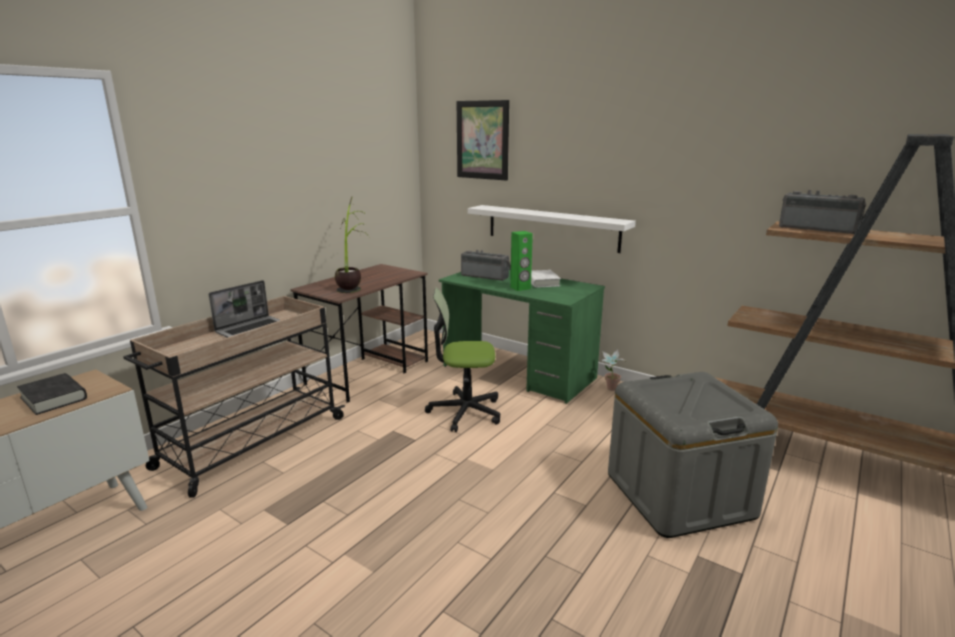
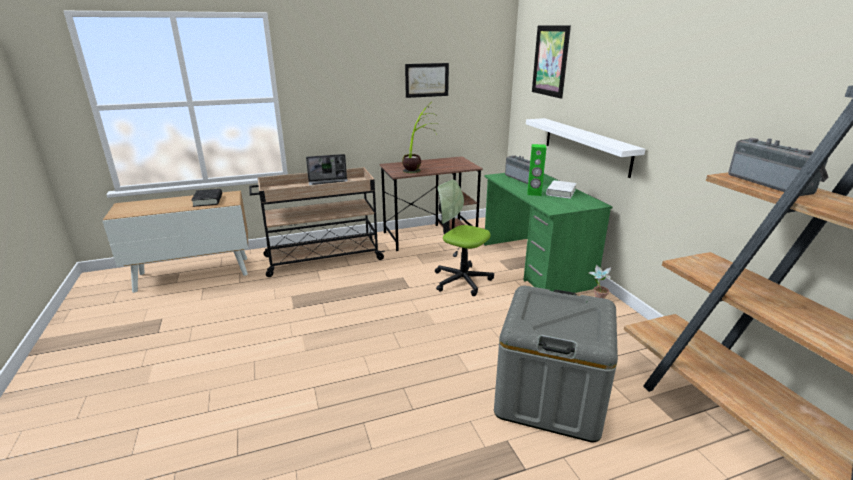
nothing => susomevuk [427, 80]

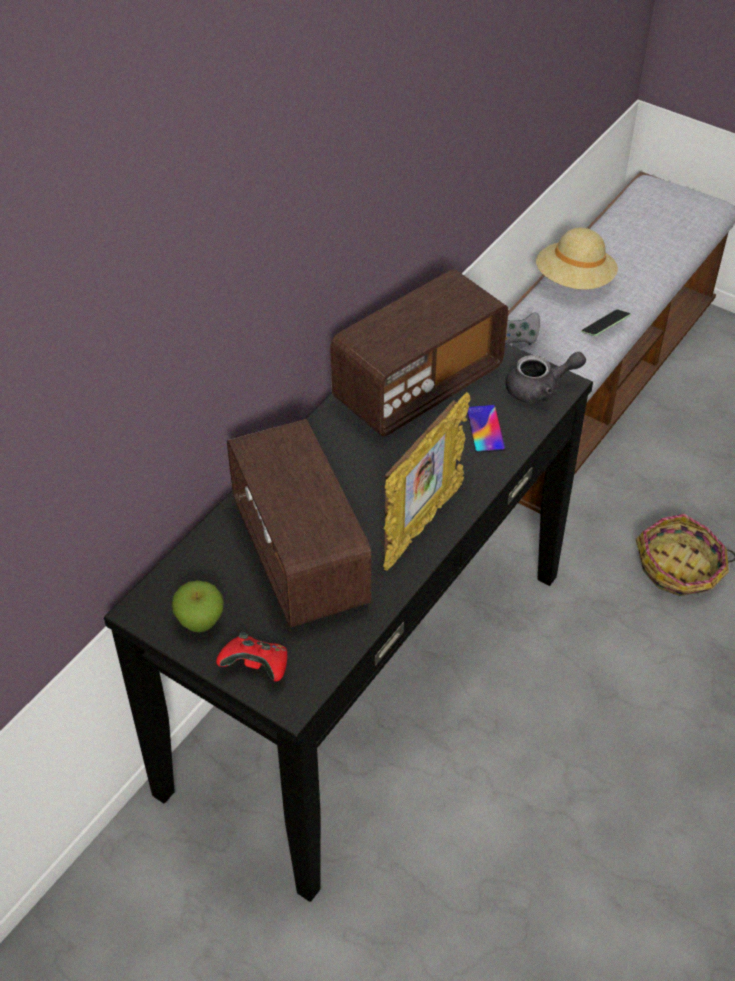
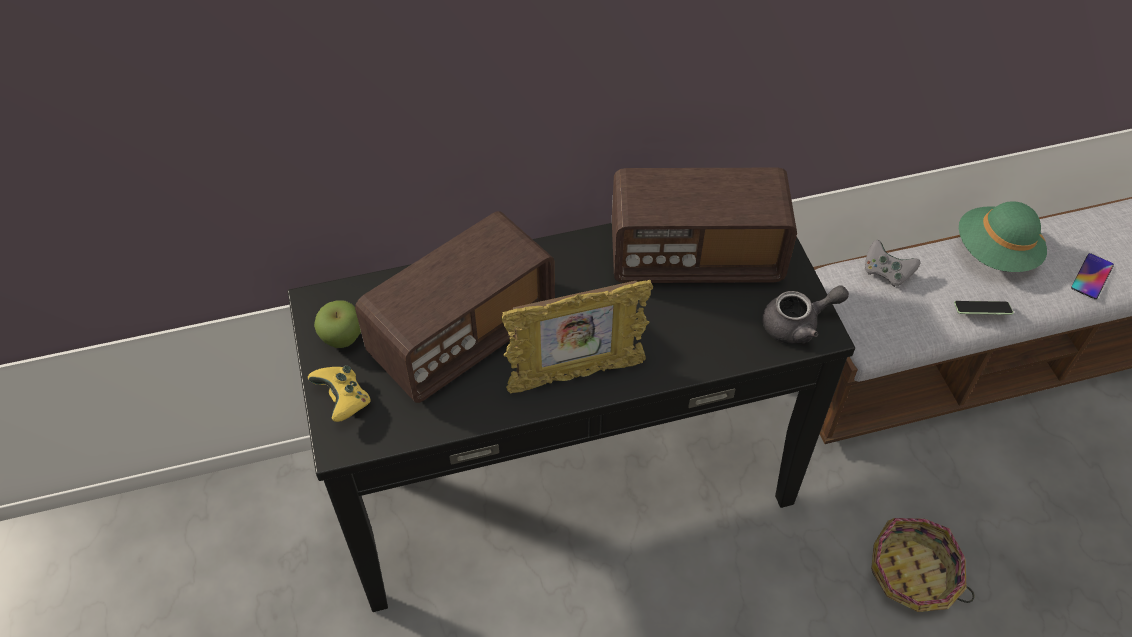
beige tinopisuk [574, 281] => green tinopisuk [995, 253]
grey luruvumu [539, 389] => grey luruvumu [798, 324], 45 degrees counterclockwise
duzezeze [485, 429] => duzezeze [1092, 276], moved
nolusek [300, 554] => nolusek [462, 336], 150 degrees counterclockwise
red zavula [257, 667] => yellow zavula [344, 401]

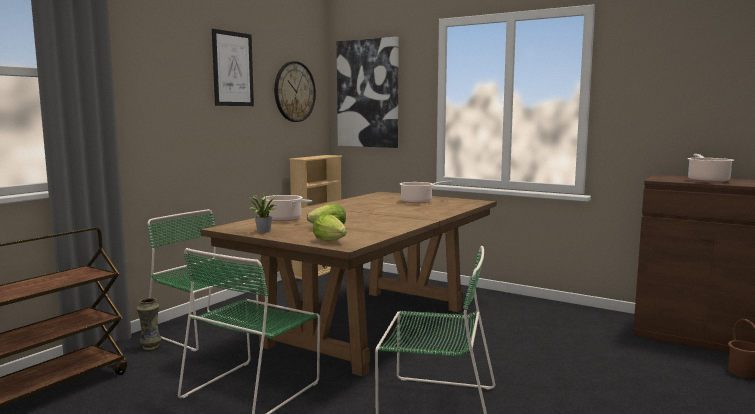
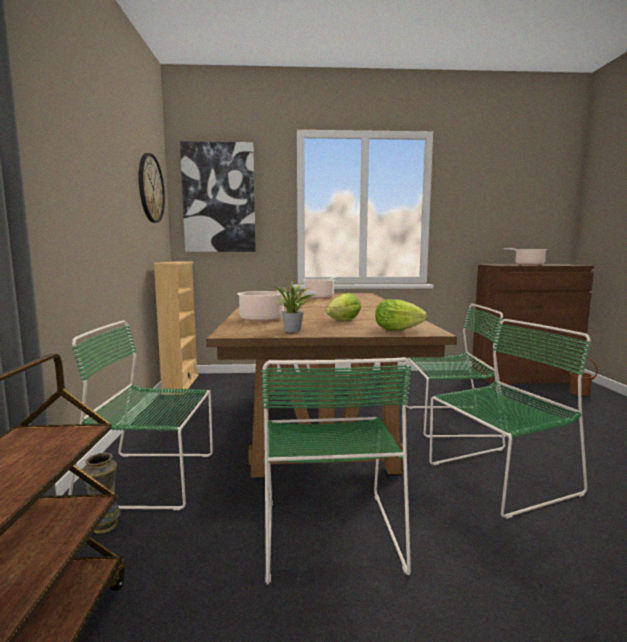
susomevuk [233, 69] => nothing
nothing => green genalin [448, 421]

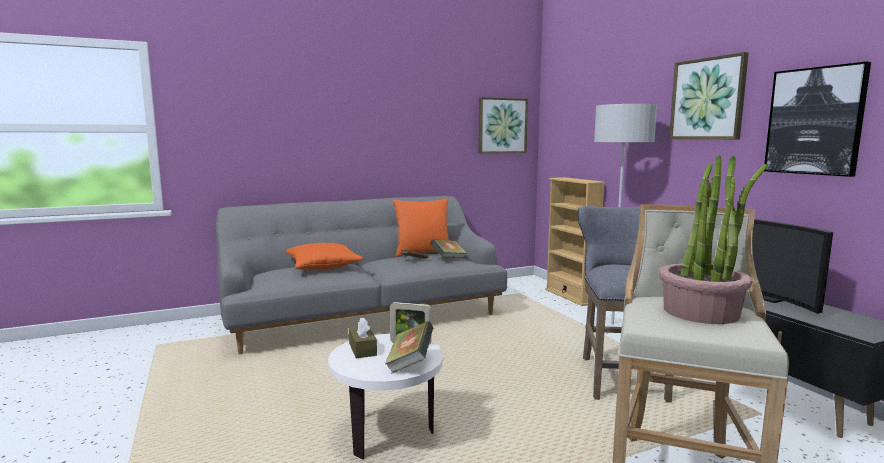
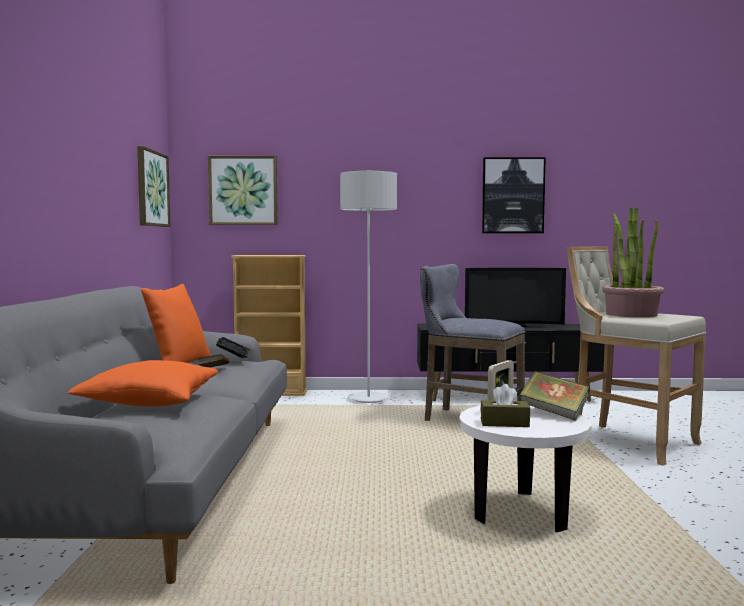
susomevuk [707, 99] => susomevuk [243, 190], moved

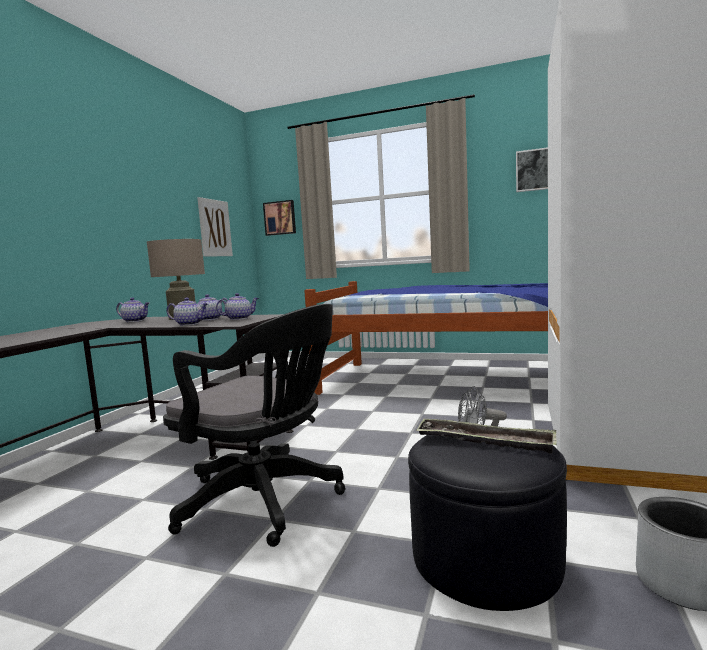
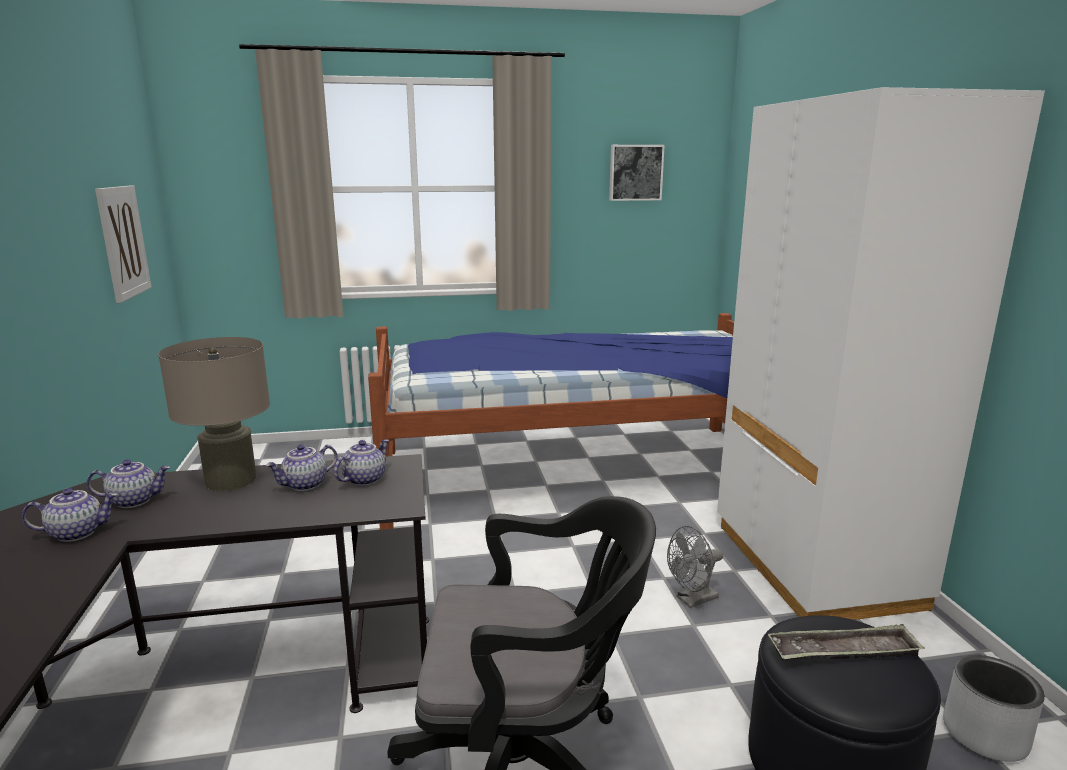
susomevuk [280, 218] => nothing
luruvumu [190, 324] => luruvumu [77, 532], moved

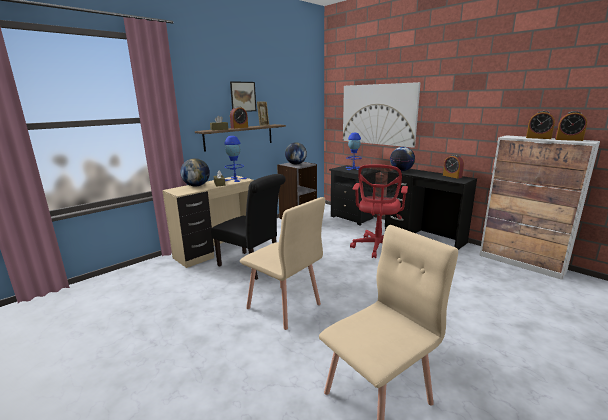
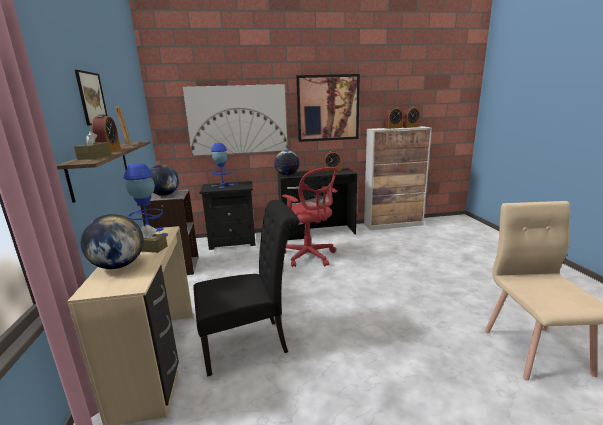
beige genalin [284, 306] => nothing
nothing => susomevuk [328, 108]

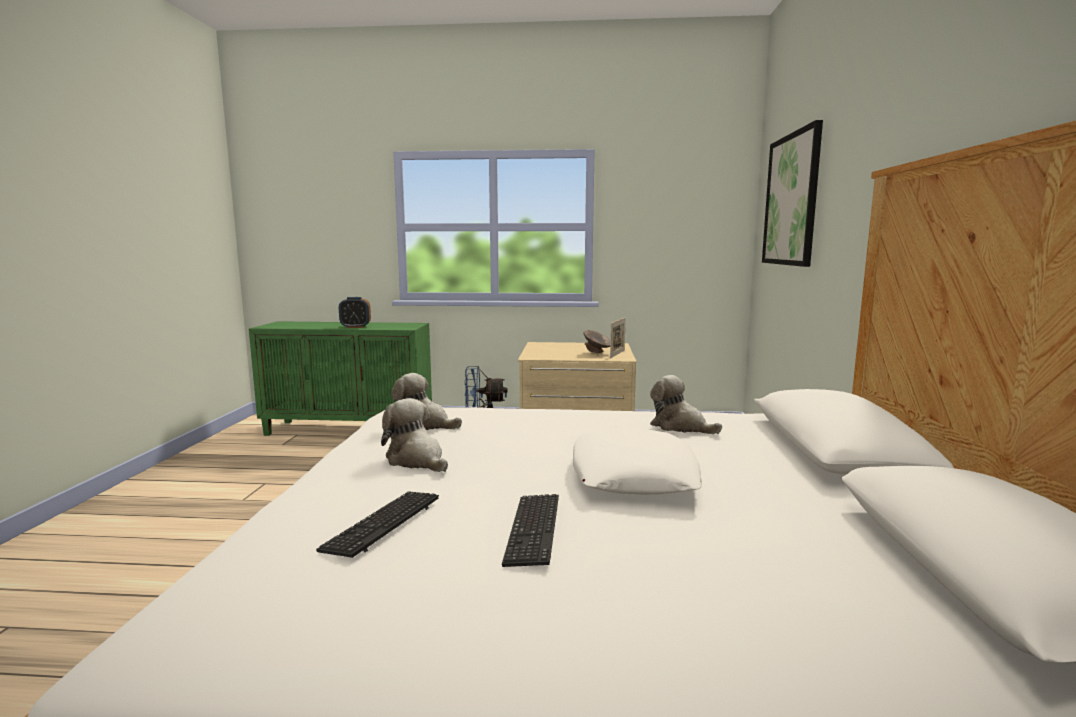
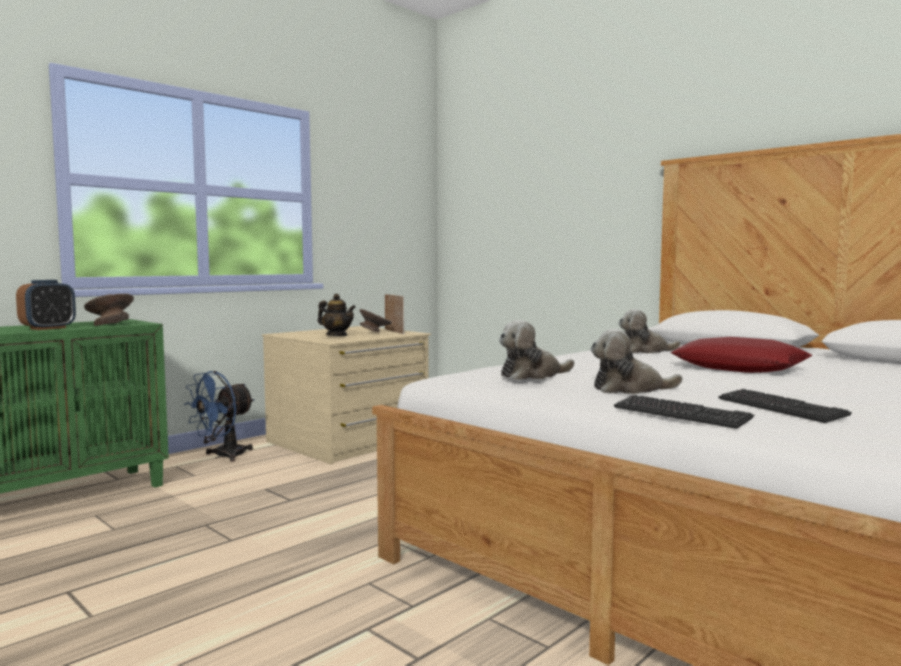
susomevuk [791, 200] => nothing
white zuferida [633, 475] => red zuferida [739, 367]
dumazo [533, 530] => dumazo [680, 414], moved
nothing => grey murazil [110, 325]
nothing => luruvumu [337, 336]

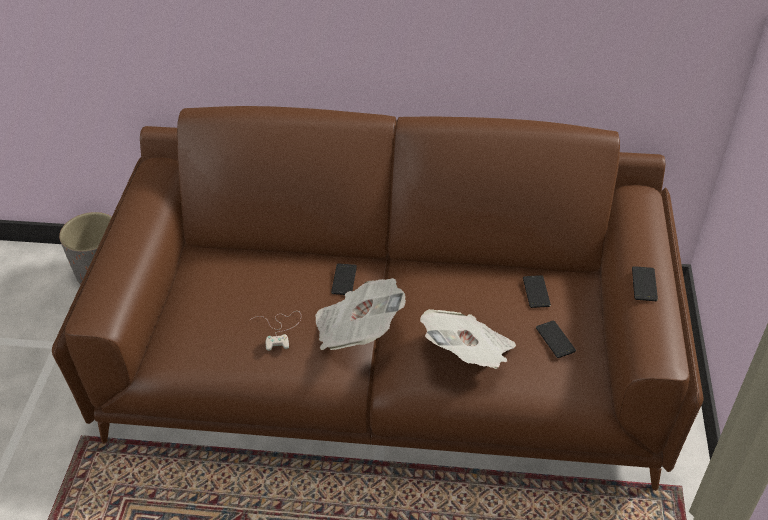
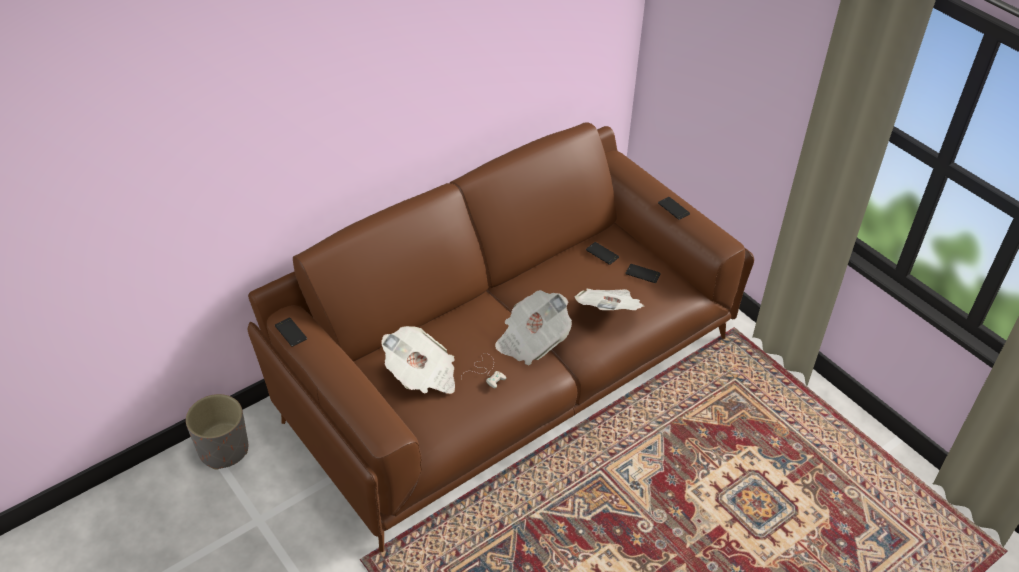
duzezeze [344, 279] => duzezeze [291, 332], moved
nothing => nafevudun [422, 375]

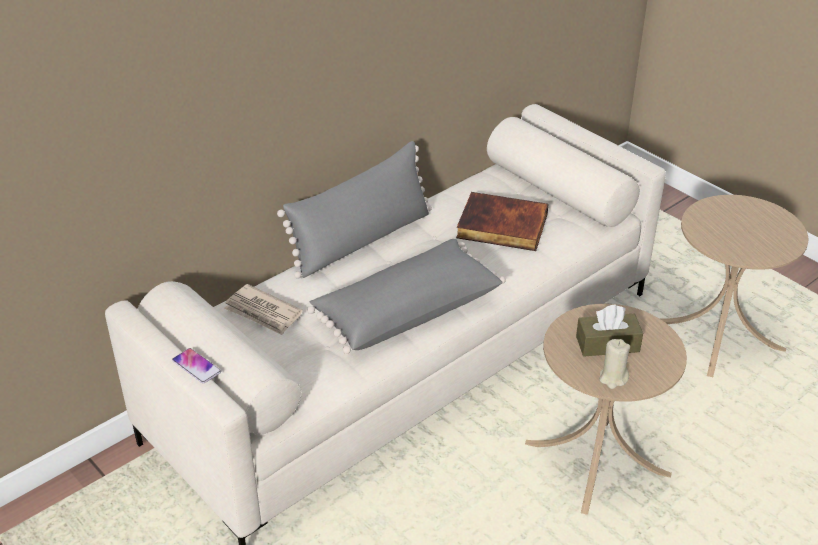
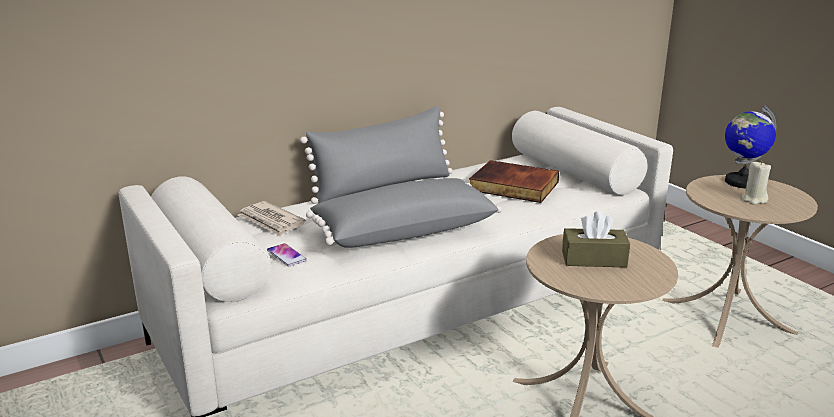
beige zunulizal [613, 378] => beige zunulizal [754, 200], moved
duzezeze [196, 366] => duzezeze [286, 255], moved
nothing => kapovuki [741, 182]

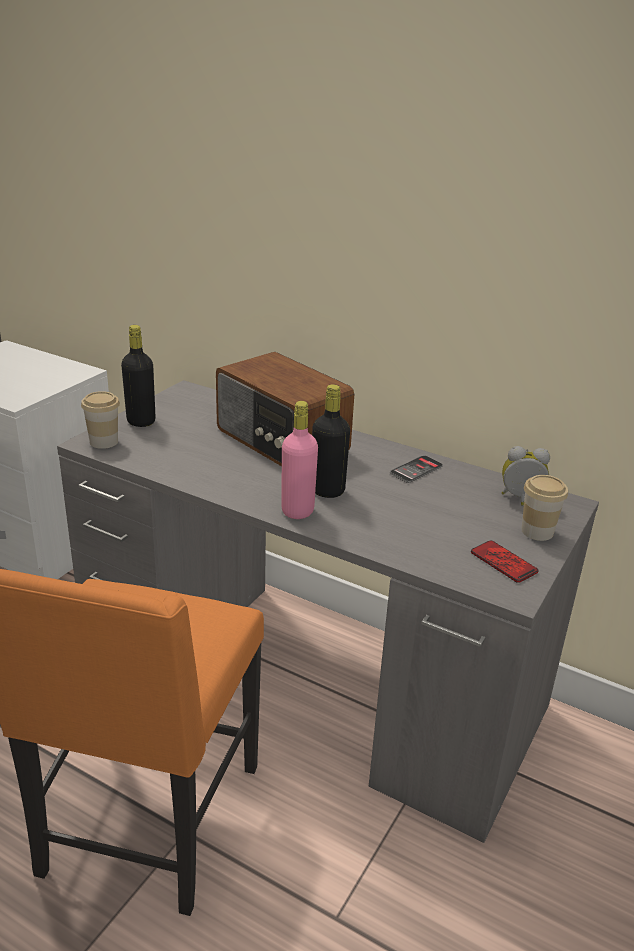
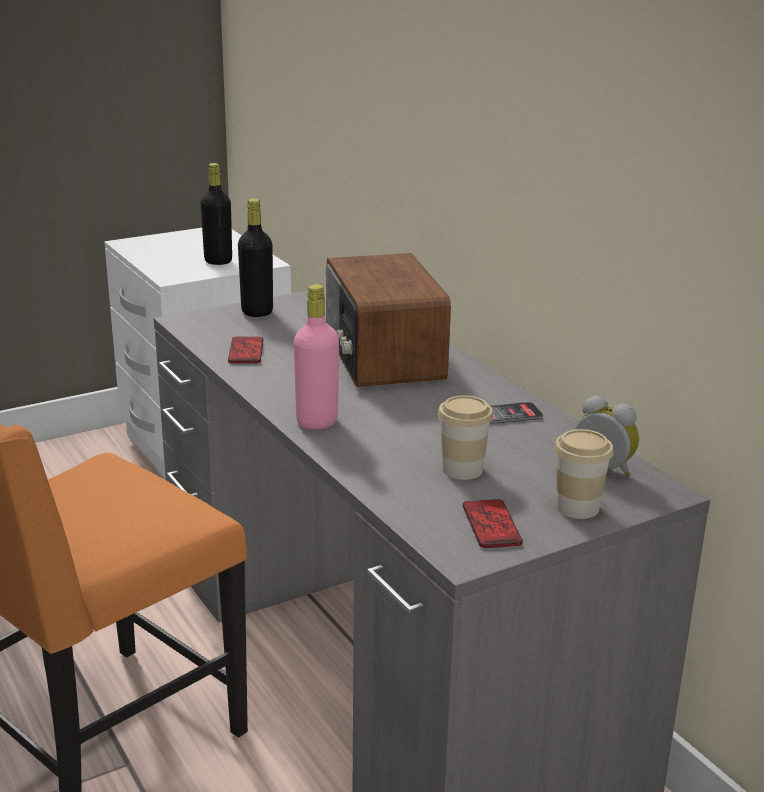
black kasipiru [327, 491] => black kasipiru [218, 261], moved
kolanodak [104, 442] => kolanodak [462, 469], moved
nothing => duzezeze [246, 351]

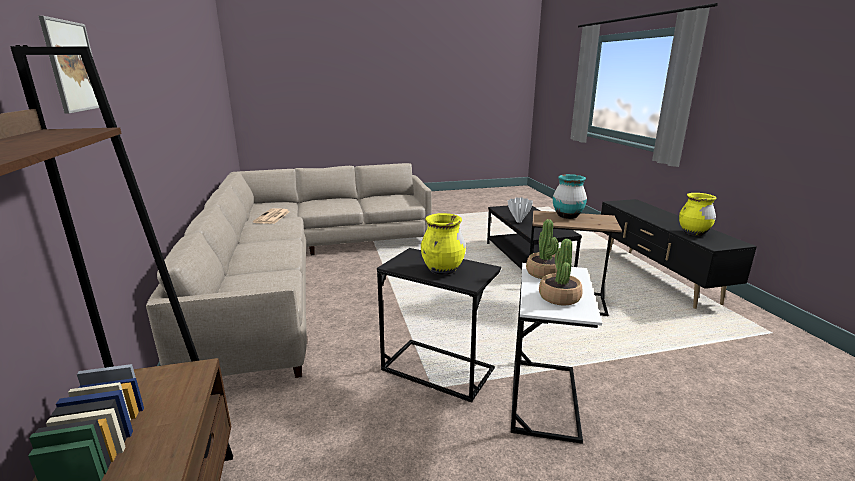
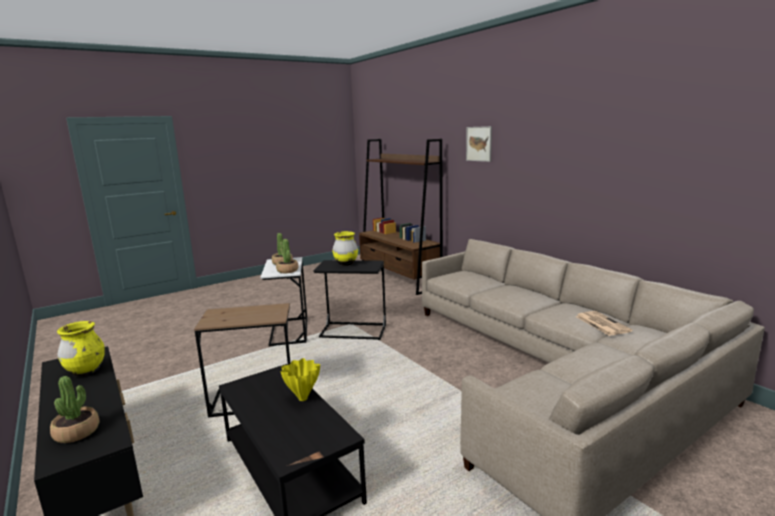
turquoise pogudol [567, 216] => nothing
white pogudol [518, 221] => yellow pogudol [303, 398]
nothing => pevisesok [77, 432]

